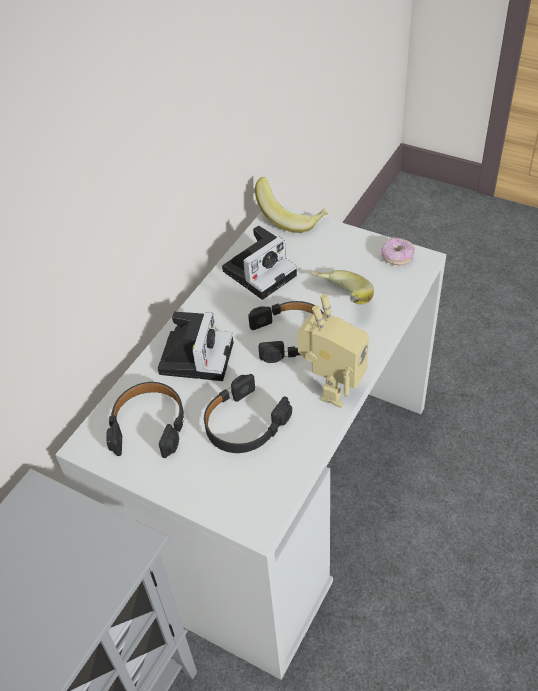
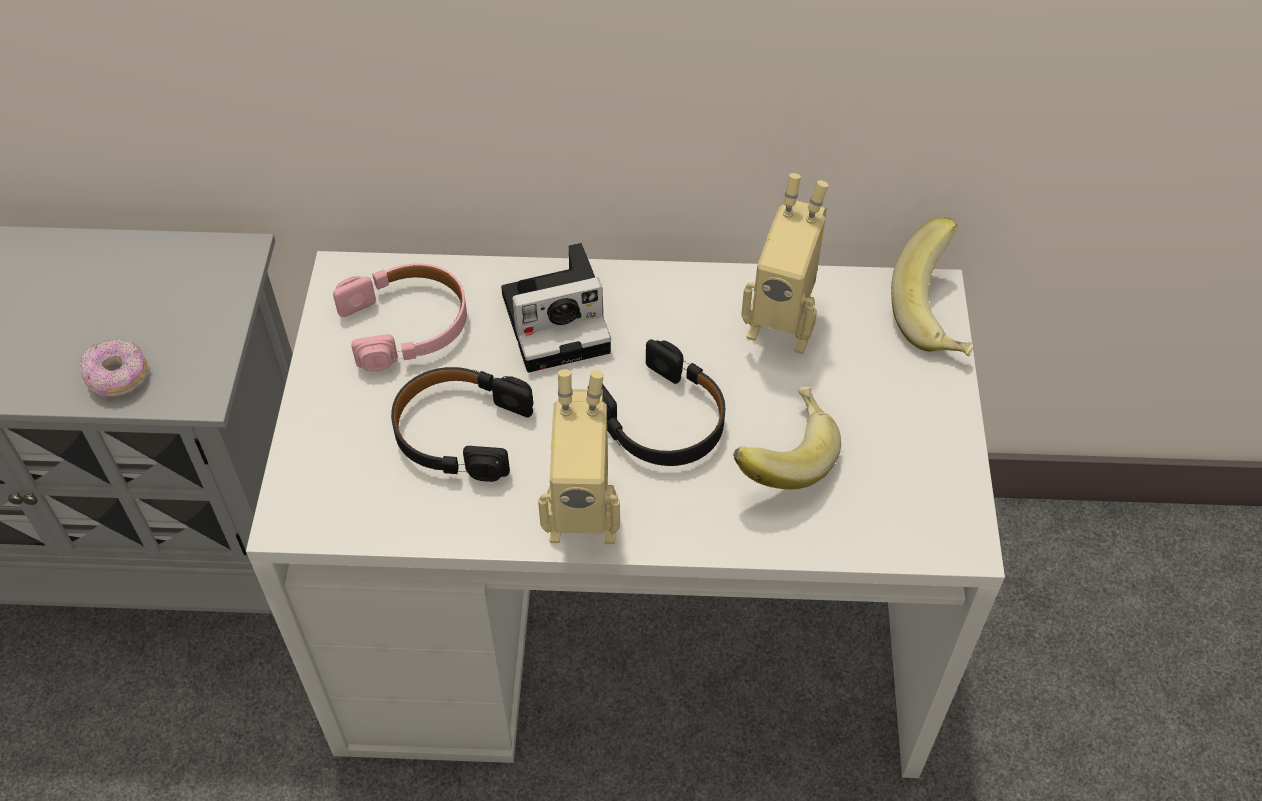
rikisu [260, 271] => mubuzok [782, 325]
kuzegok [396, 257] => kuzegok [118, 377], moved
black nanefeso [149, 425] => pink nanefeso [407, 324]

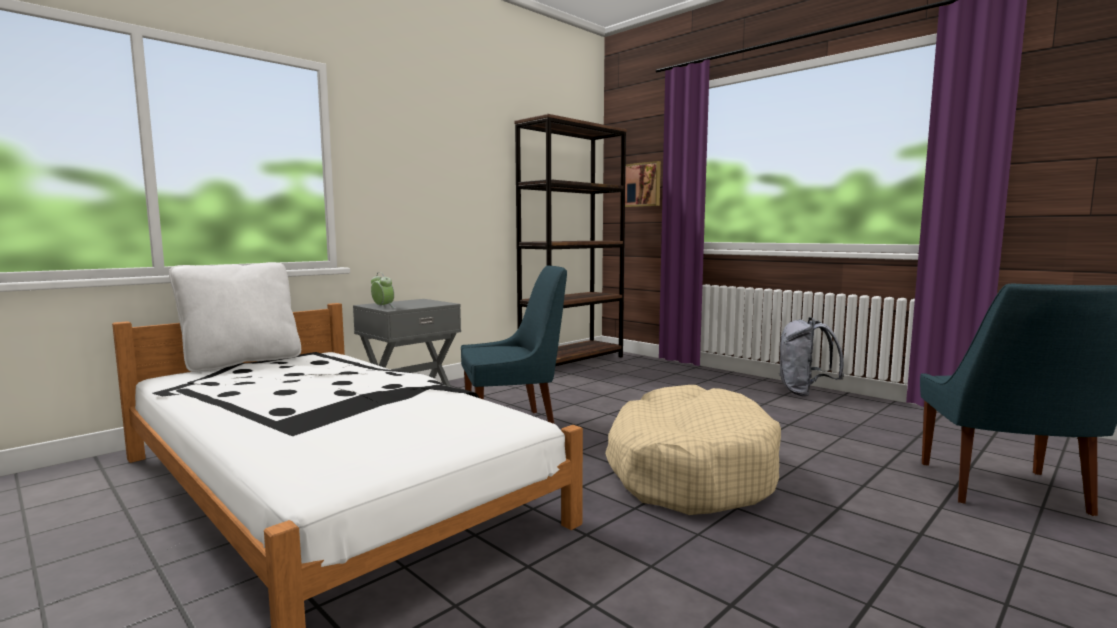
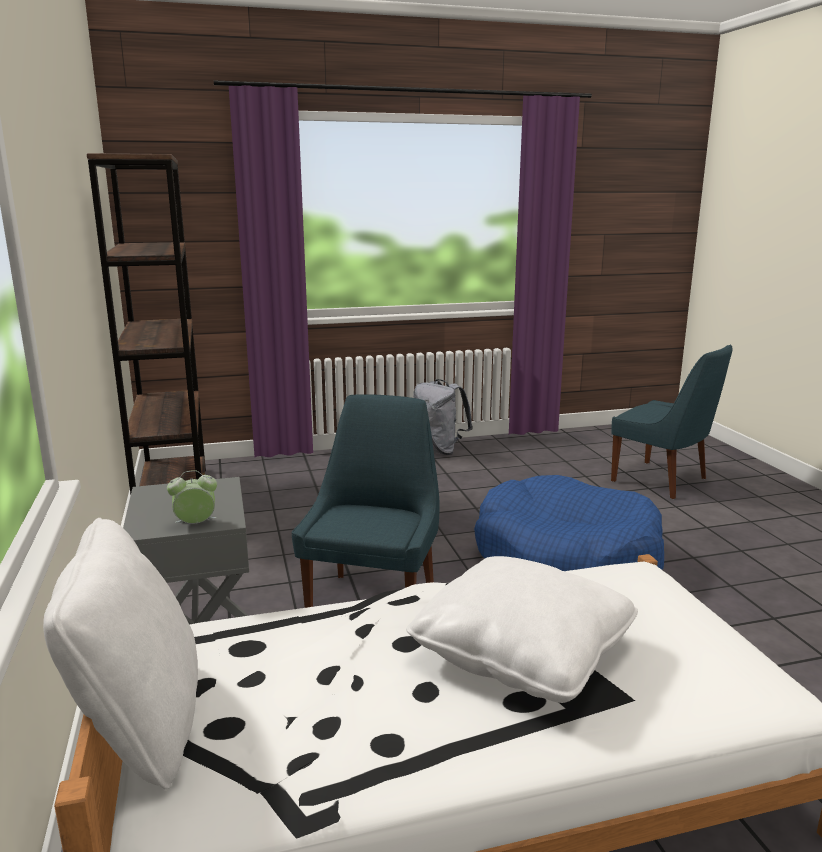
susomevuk [642, 184] => nothing
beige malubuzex [689, 471] => blue malubuzex [566, 556]
nothing => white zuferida [522, 652]

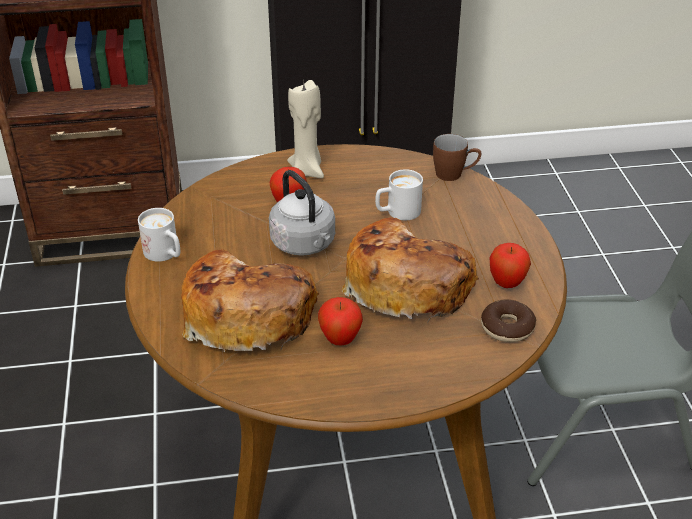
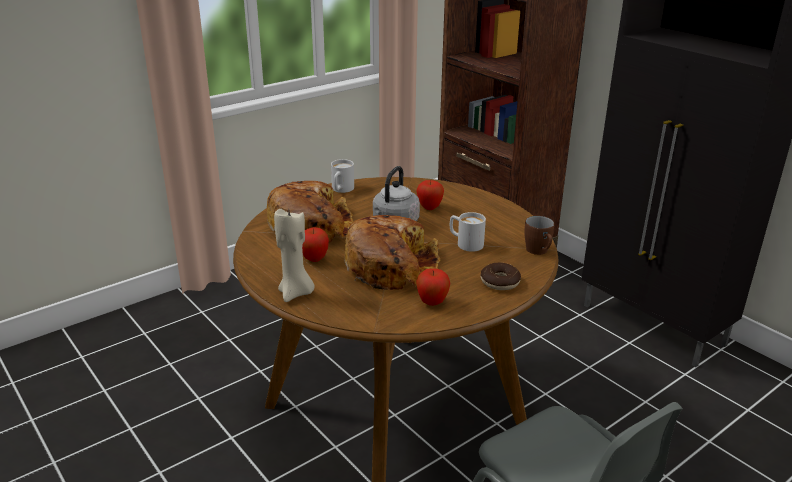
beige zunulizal [307, 171] => beige zunulizal [296, 293], moved
kuzegok [507, 327] => kuzegok [500, 282], moved

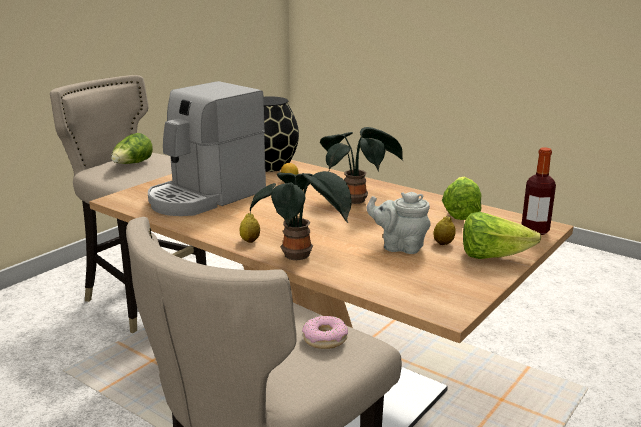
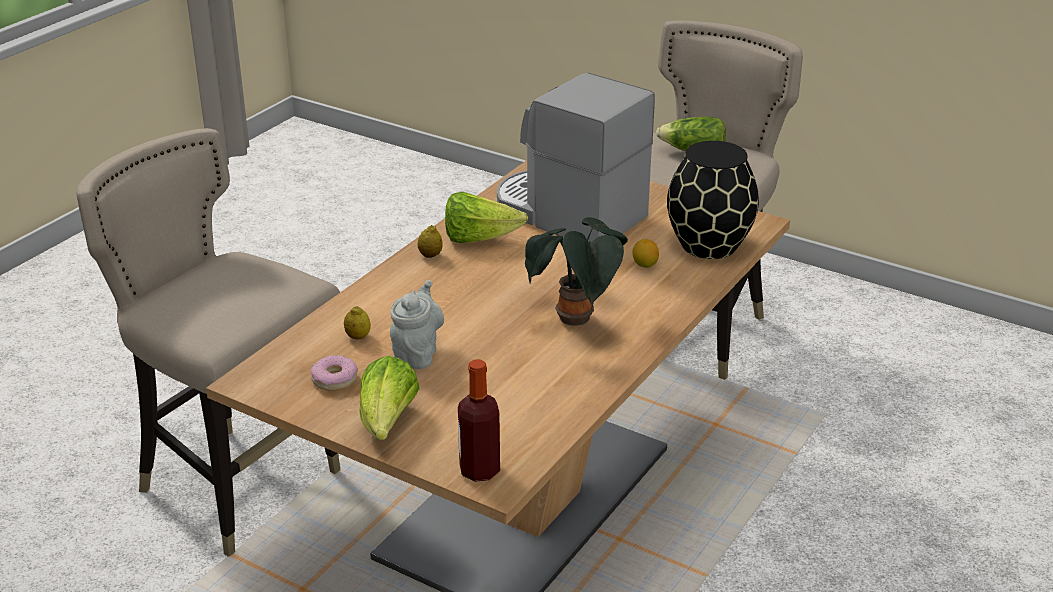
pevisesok [300, 256] => nothing
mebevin [460, 213] => mebevin [479, 239], moved
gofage [443, 243] => gofage [358, 337], moved
kuzegok [325, 339] => kuzegok [334, 379], moved

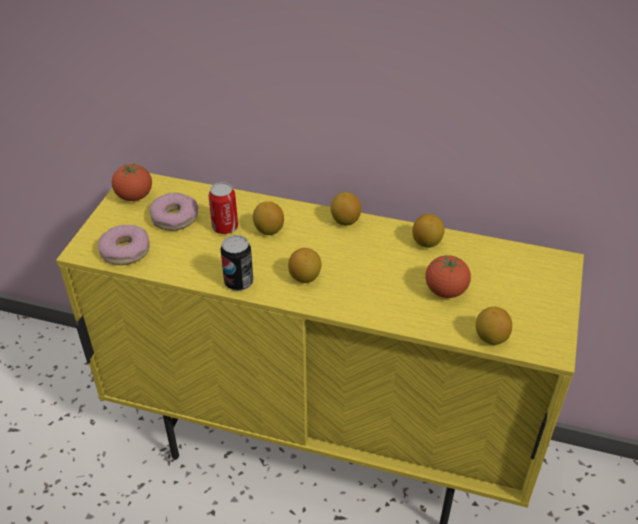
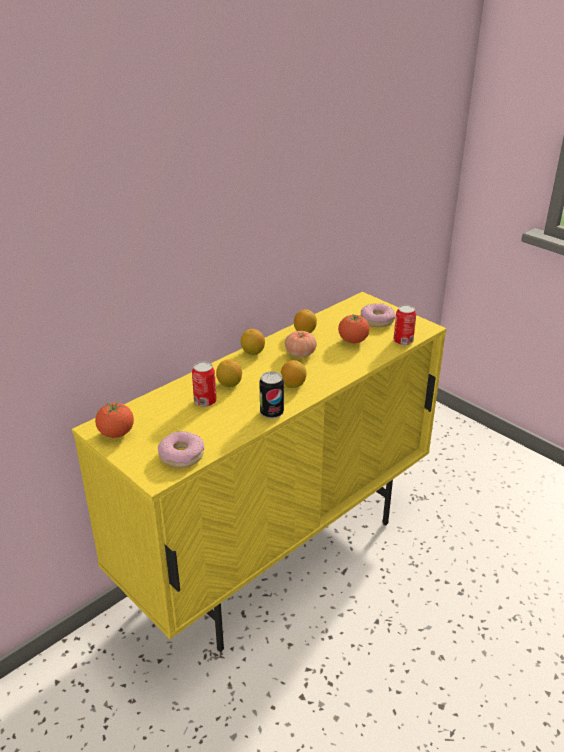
kuzegok [175, 217] => kuzegok [377, 320], moved
gofage [491, 338] => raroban [403, 341]
nothing => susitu [300, 353]

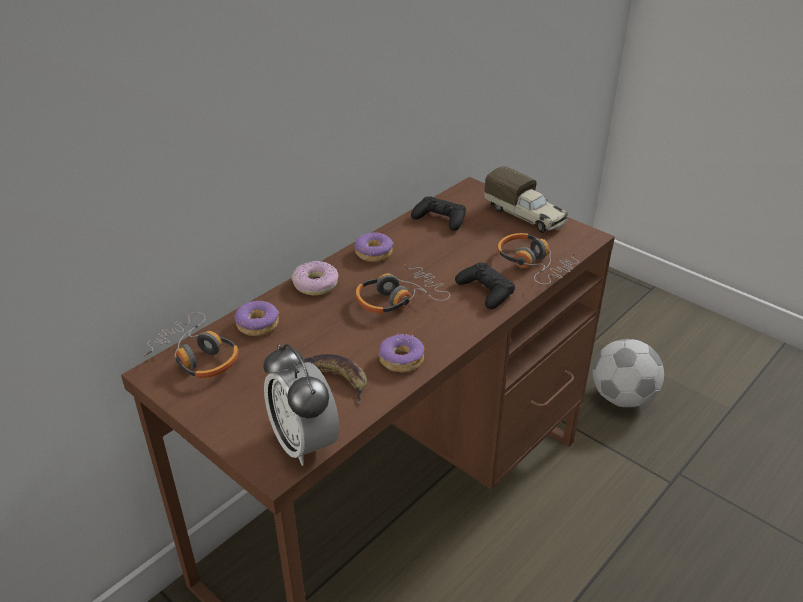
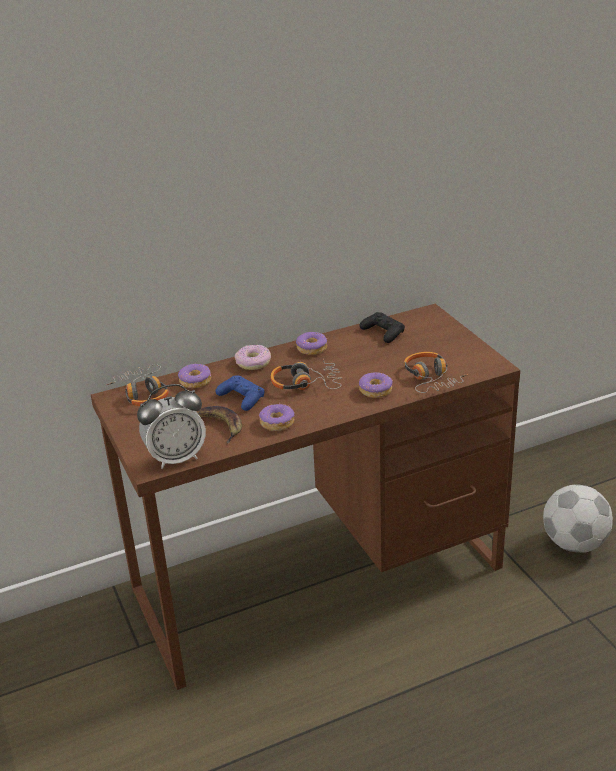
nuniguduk [525, 216] => nothing
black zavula [485, 291] => kuzegok [376, 390]
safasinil [304, 443] => safasinil [176, 458], 105 degrees counterclockwise
nothing => blue zavula [241, 398]

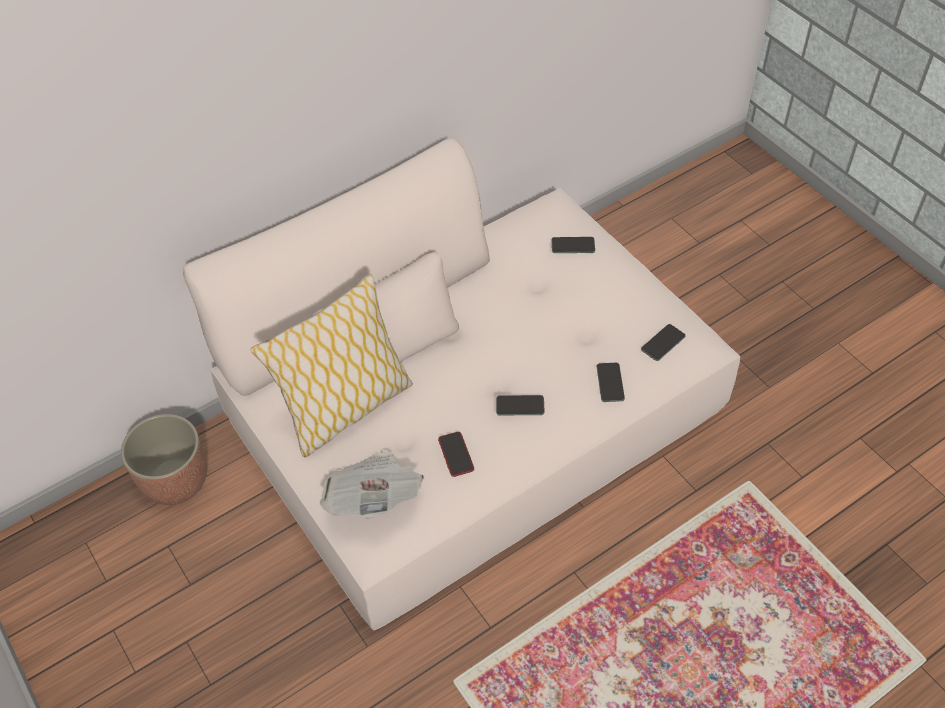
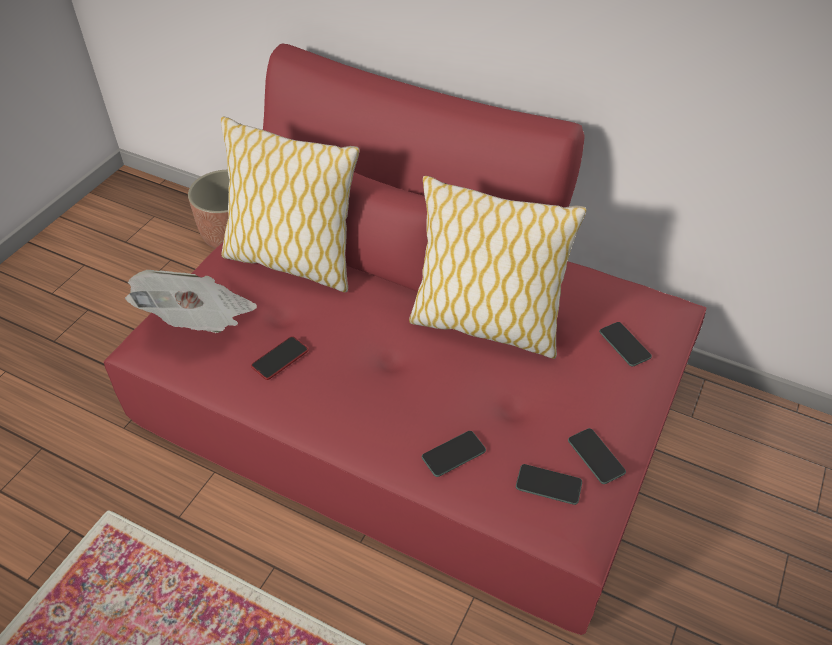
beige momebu [475, 417] => red momebu [416, 400]
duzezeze [520, 406] => duzezeze [596, 456], moved
nothing => zuferida [485, 324]

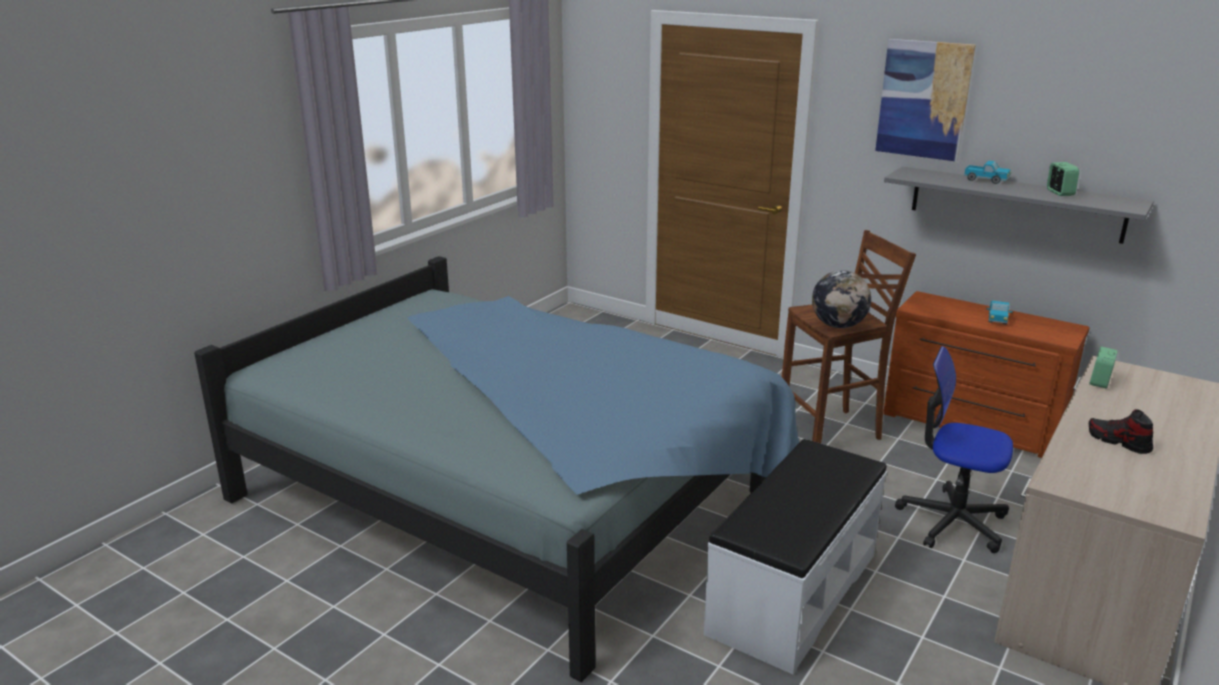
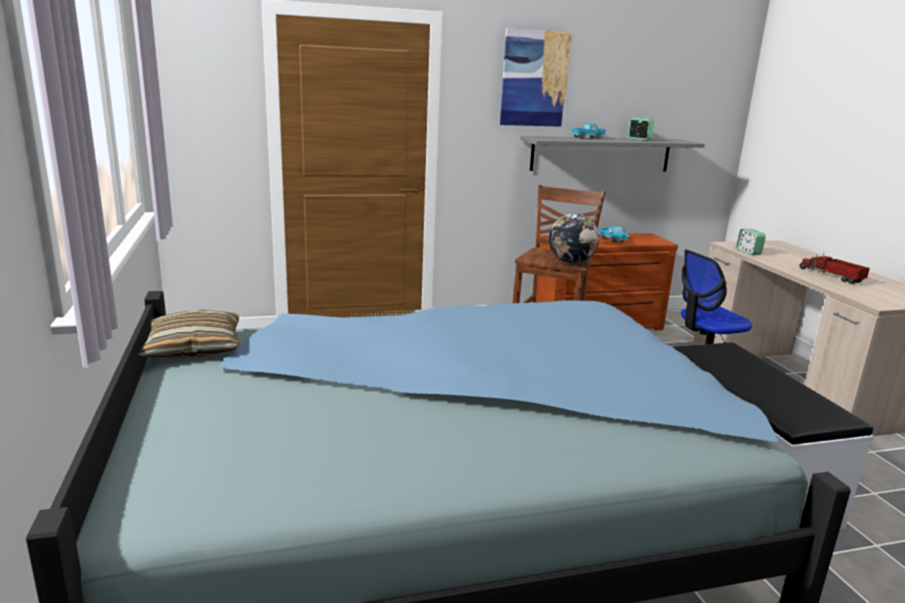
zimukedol [1118, 442] => nuniguduk [832, 276]
nothing => zuferida [194, 347]

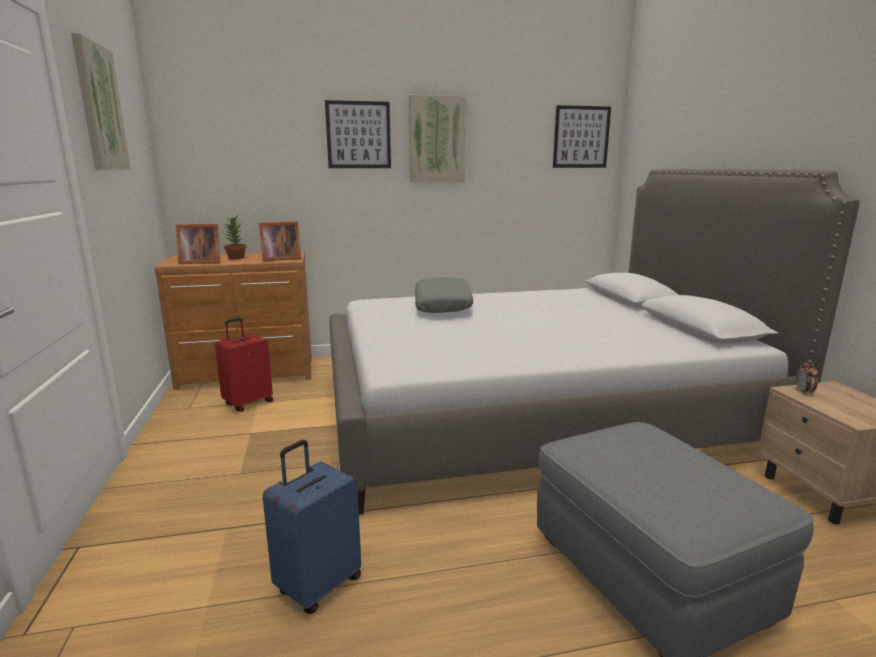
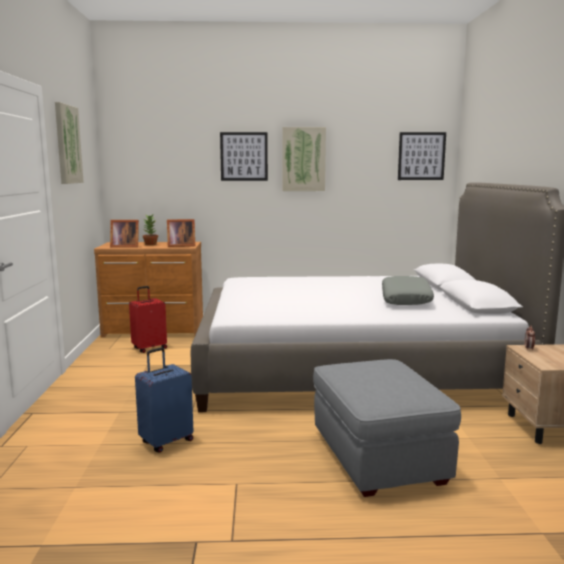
grey zuferida [443, 305] => grey zuferida [406, 299], moved

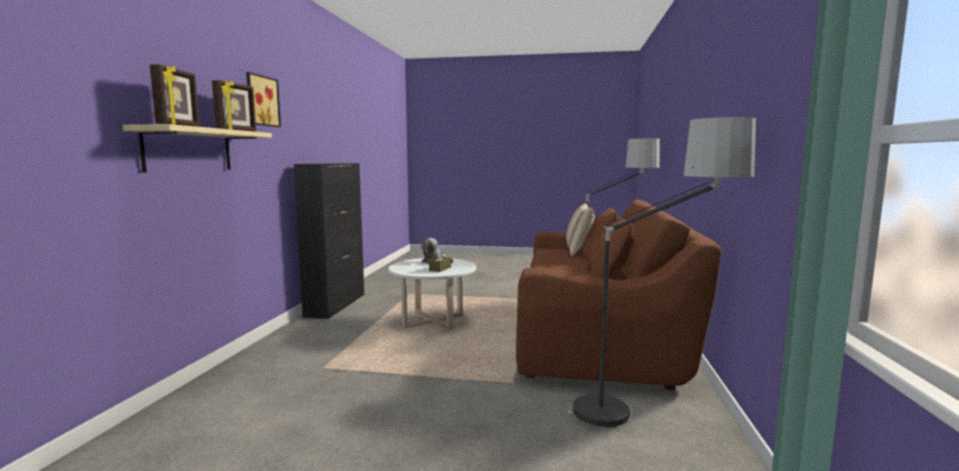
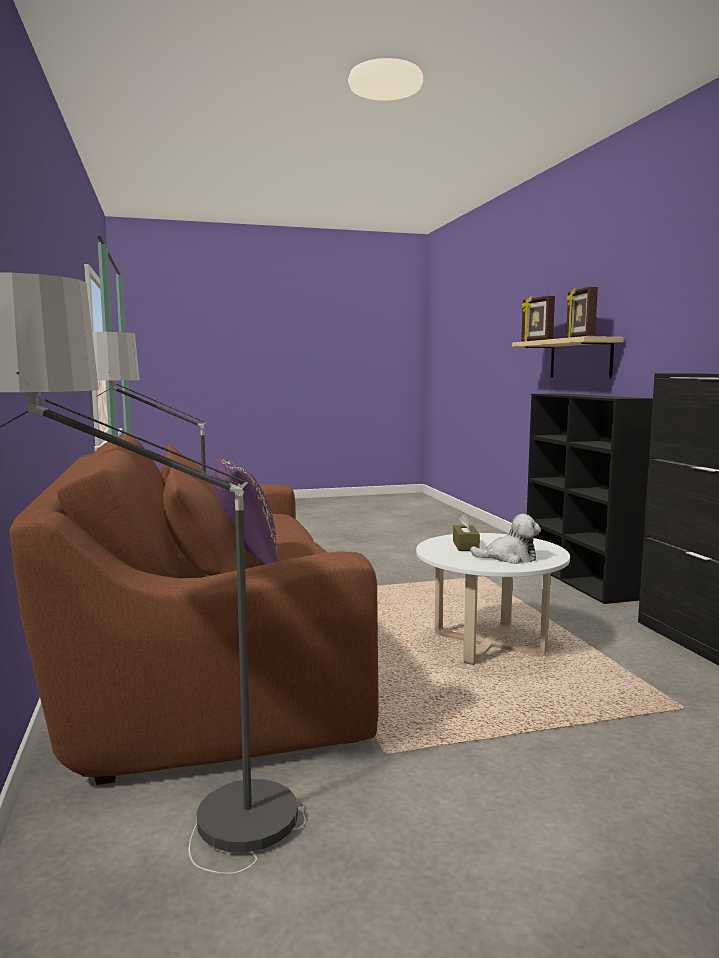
susomevuk [261, 101] => nothing
beige zuferida [579, 252] => purple zuferida [245, 561]
nothing => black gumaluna [578, 579]

